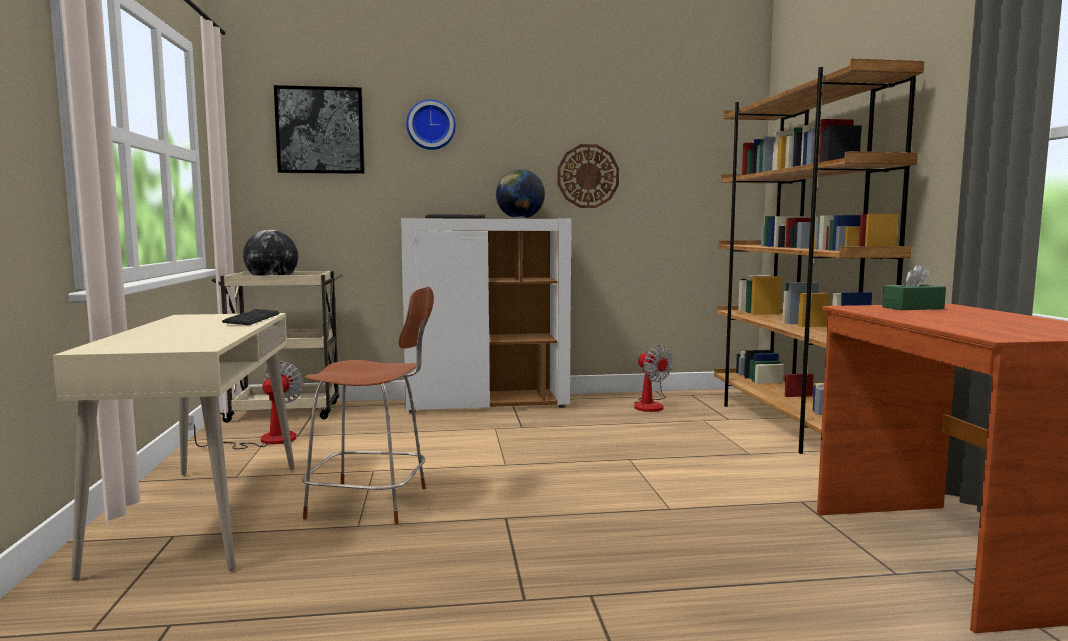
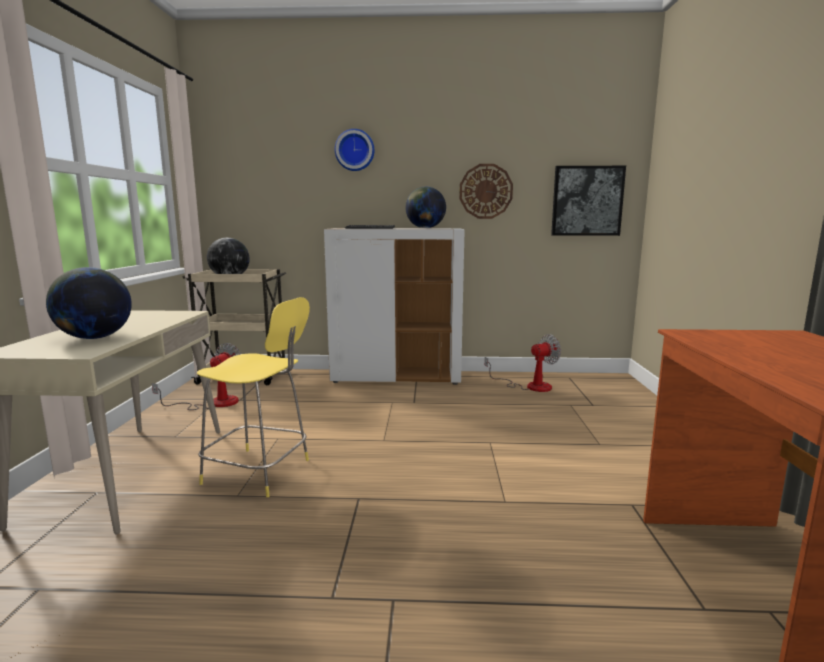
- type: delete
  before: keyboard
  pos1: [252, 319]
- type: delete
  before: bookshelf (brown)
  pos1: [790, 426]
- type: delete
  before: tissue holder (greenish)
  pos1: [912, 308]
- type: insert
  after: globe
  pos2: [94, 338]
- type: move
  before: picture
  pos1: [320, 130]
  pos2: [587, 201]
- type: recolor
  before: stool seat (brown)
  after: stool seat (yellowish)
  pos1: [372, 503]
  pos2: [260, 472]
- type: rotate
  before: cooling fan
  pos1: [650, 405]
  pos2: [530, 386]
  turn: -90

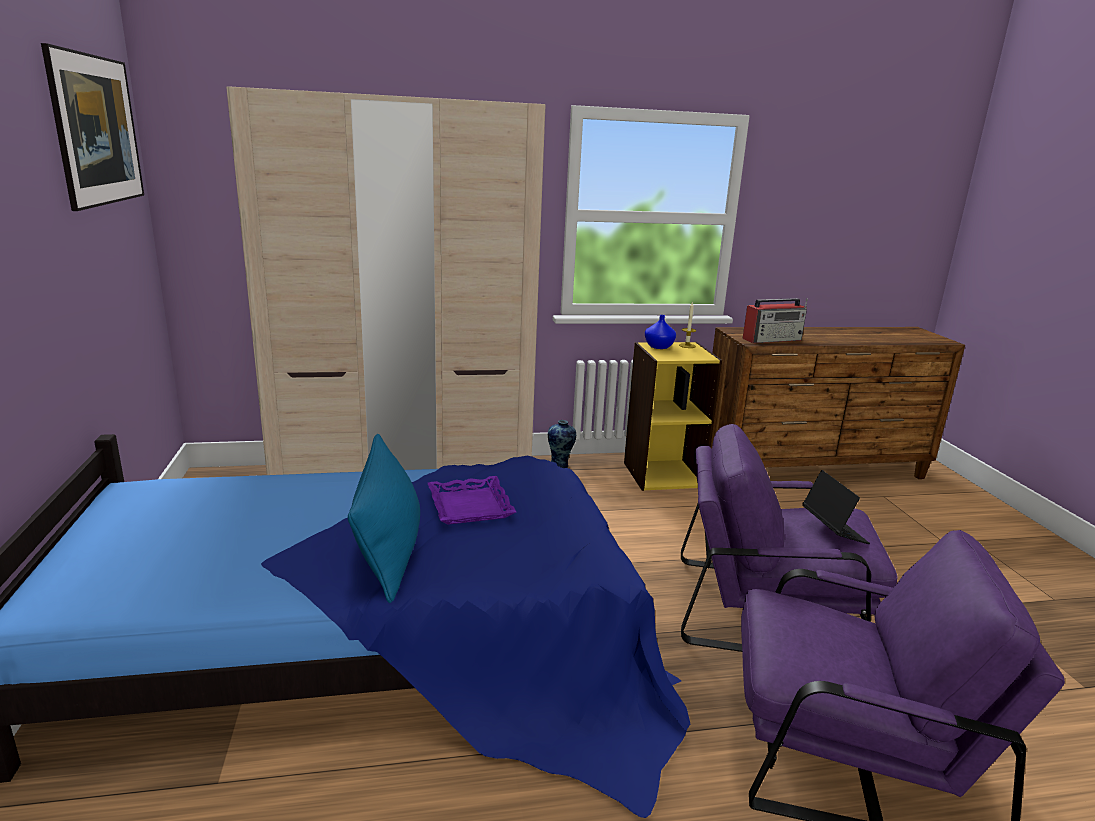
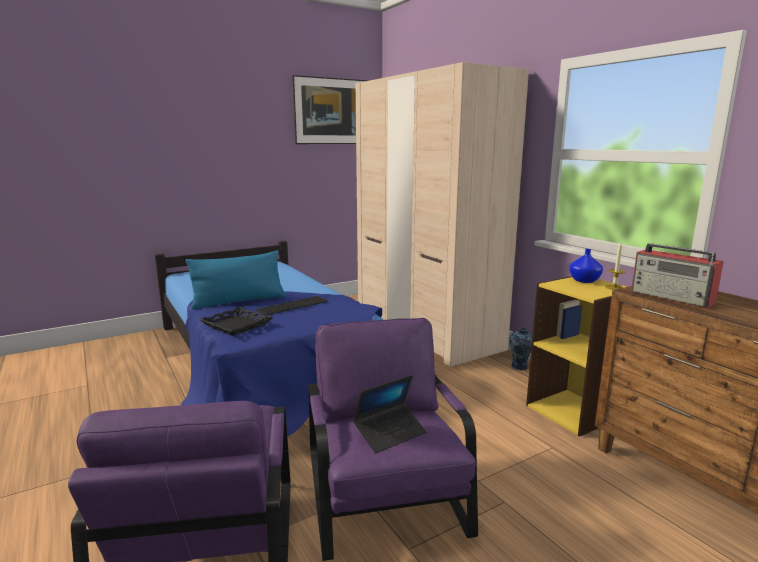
- type: insert
  after: tray (black)
  pos2: [236, 325]
- type: replace
  before: tray (purplish)
  after: keyboard
  pos1: [469, 506]
  pos2: [292, 305]

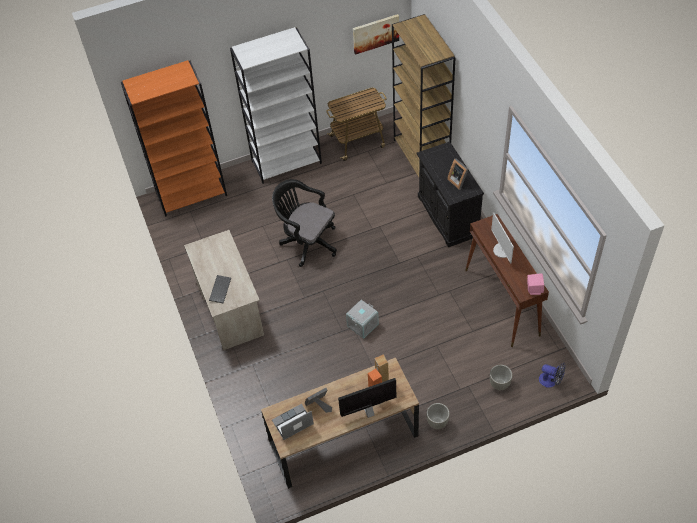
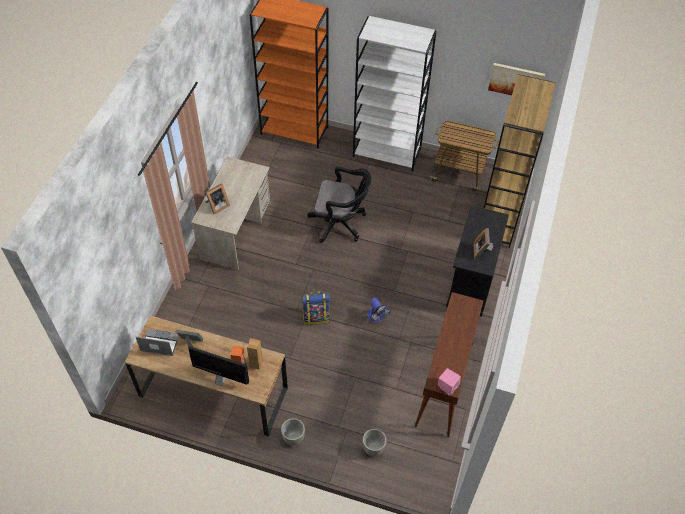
- type: delete
  before: computer screen
  pos1: [502, 250]
- type: move
  before: cooling fan
  pos1: [551, 381]
  pos2: [377, 317]
- type: replace
  before: keyboard
  after: photo frame
  pos1: [219, 289]
  pos2: [217, 206]
- type: replace
  before: storage bin (grey)
  after: rucksack
  pos1: [362, 324]
  pos2: [316, 317]
- type: rotate
  before: office chair (black)
  pos1: [307, 242]
  pos2: [340, 223]
  turn: 120

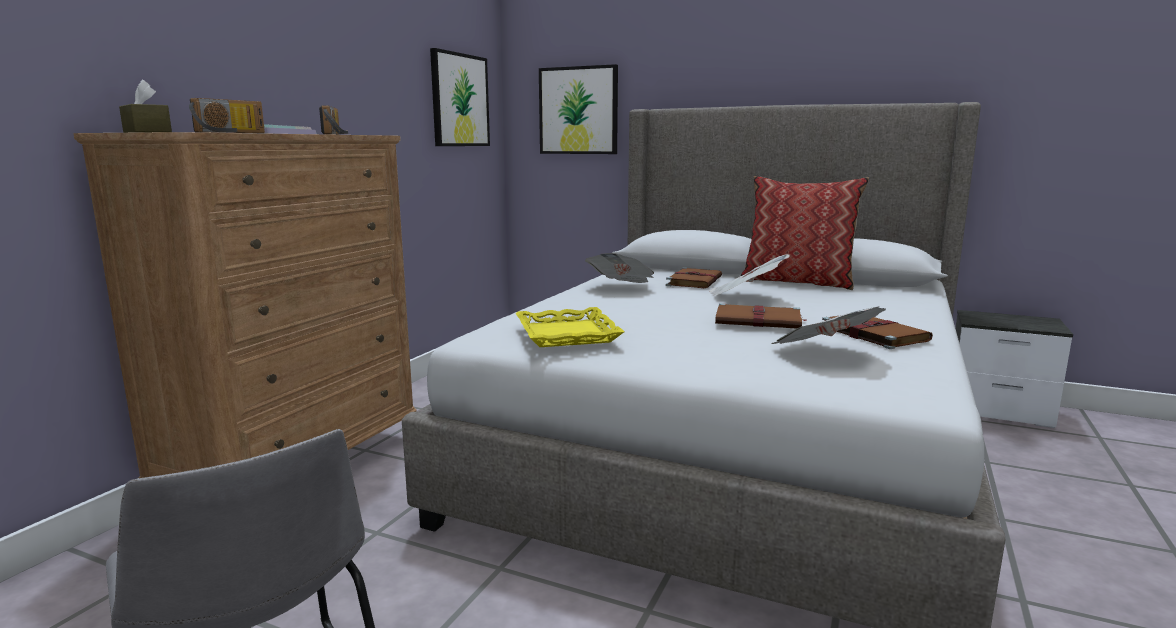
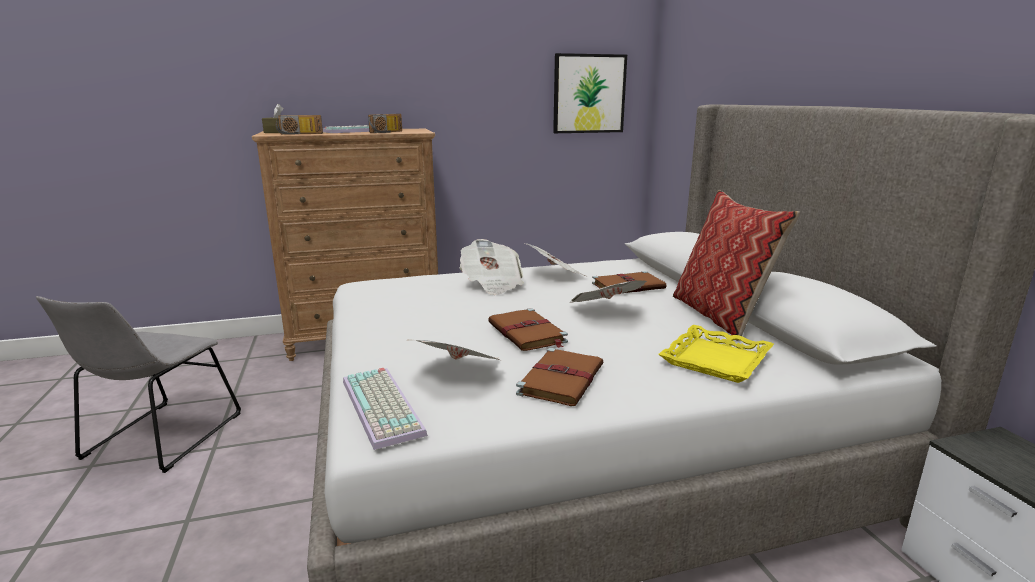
- type: delete
  before: picture
  pos1: [578, 111]
- type: insert
  after: keyboard
  pos2: [384, 407]
- type: insert
  after: newspaper
  pos2: [492, 284]
- type: move
  before: tray (yellowish)
  pos1: [568, 334]
  pos2: [716, 360]

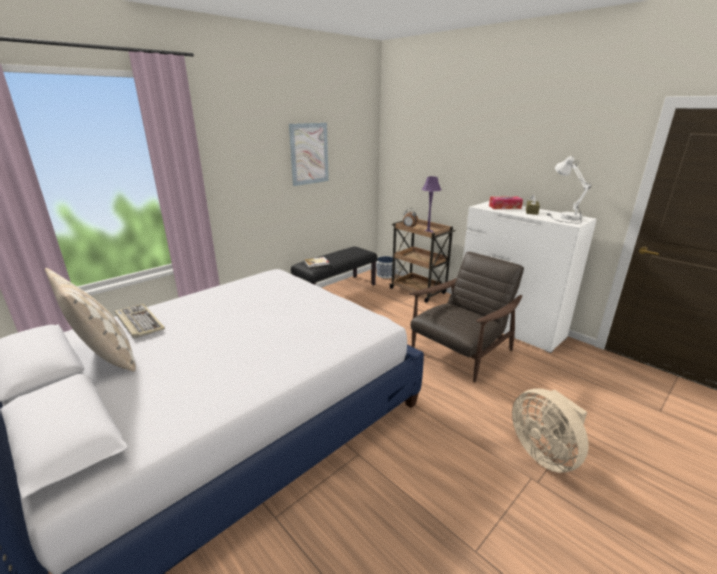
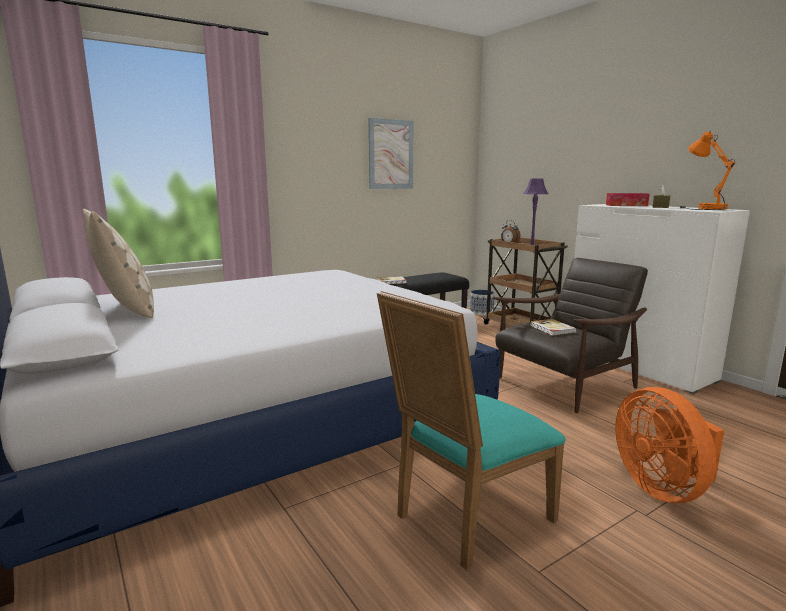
- type: delete
  before: keyboard
  pos1: [138, 322]
- type: insert
  after: upright chair (turquoise)
  pos2: [466, 518]
- type: insert
  after: book
  pos2: [552, 329]
- type: recolor
  before: cooling fan (sand-coloured)
  after: cooling fan (orange-coloured)
  pos1: [544, 453]
  pos2: [662, 488]
- type: recolor
  before: lamp for a table (white)
  after: lamp for a table (orange-coloured)
  pos1: [563, 218]
  pos2: [702, 209]

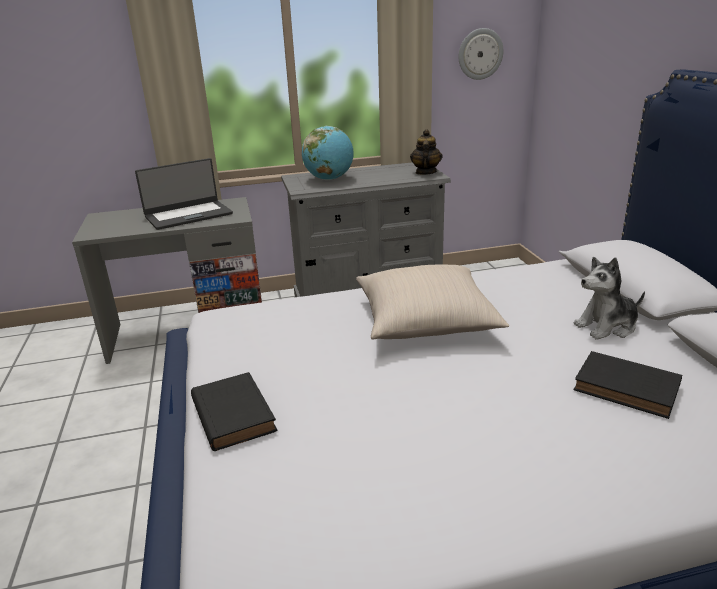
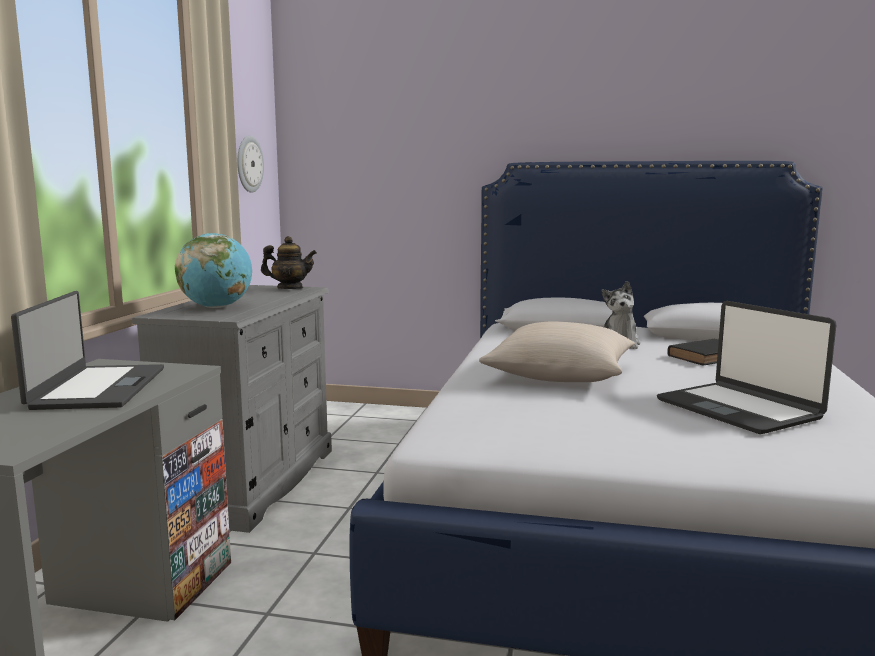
- type: delete
  before: book (black)
  pos1: [232, 413]
- type: insert
  after: portable computer
  pos2: [739, 409]
- type: rotate
  before: tea pot
  pos1: [425, 172]
  pos2: [290, 288]
  turn: 150

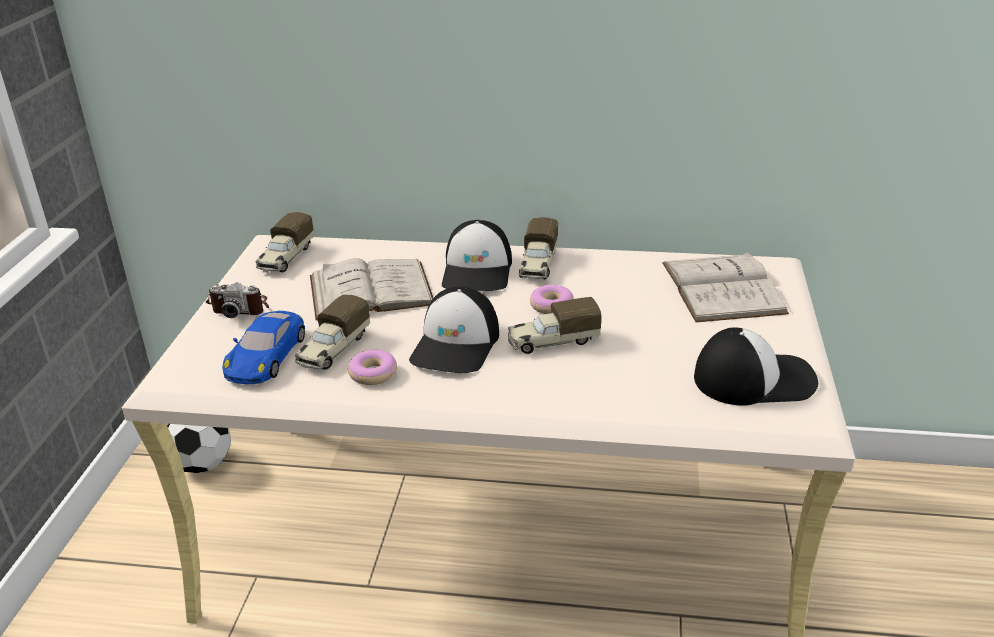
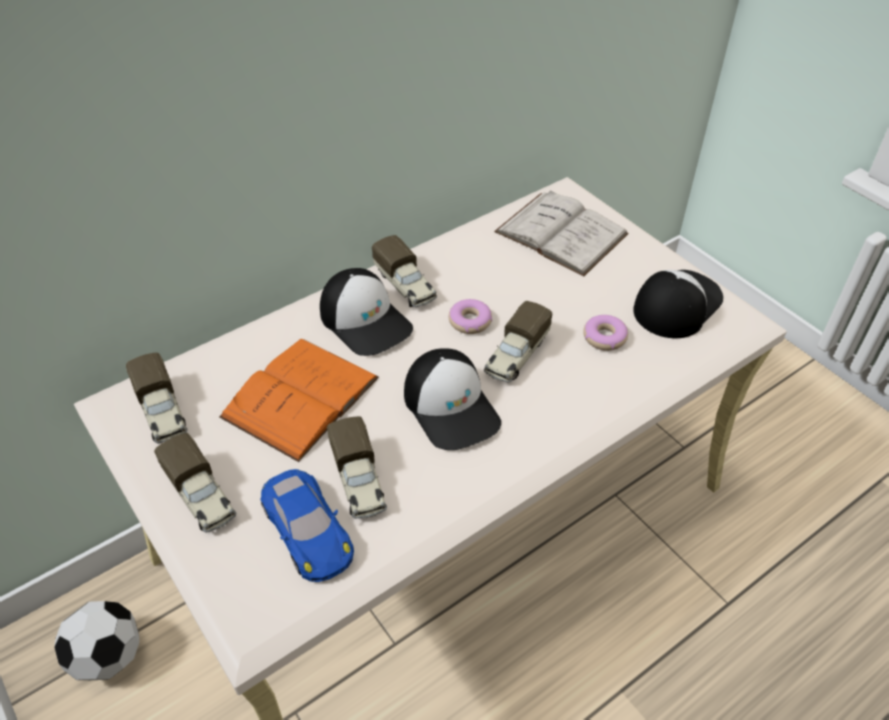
- type: move
  before: donut
  pos1: [373, 373]
  pos2: [604, 337]
- type: replace
  before: still camera
  after: toy truck
  pos1: [240, 307]
  pos2: [201, 496]
- type: recolor
  before: book (white)
  after: book (orange-coloured)
  pos1: [371, 290]
  pos2: [300, 397]

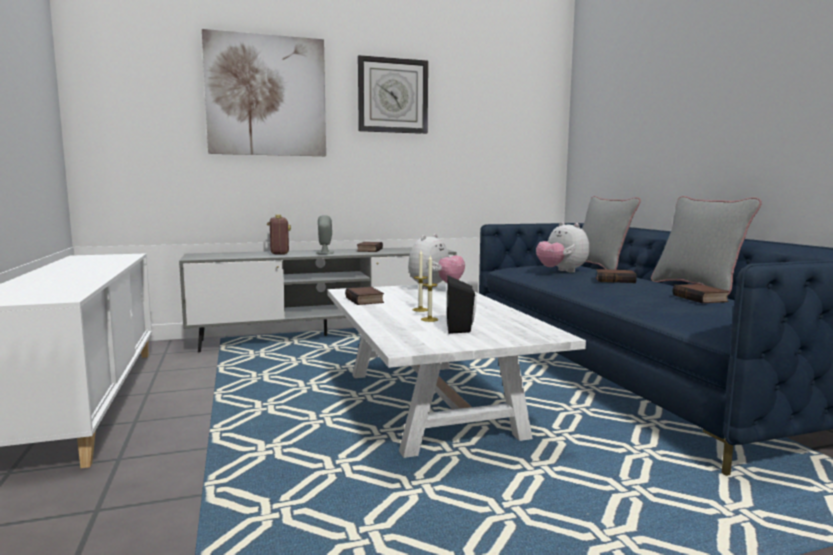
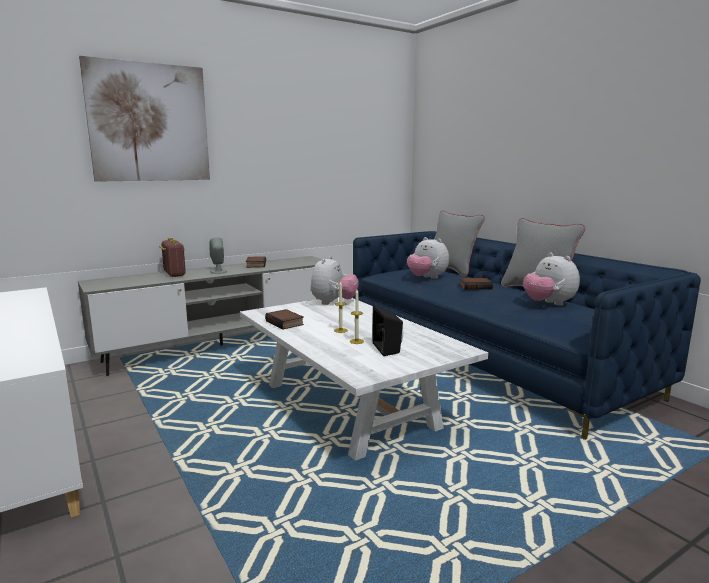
- type: delete
  before: hanging clock
  pos1: [393, 96]
- type: replace
  before: book
  after: plush toy
  pos1: [701, 298]
  pos2: [548, 304]

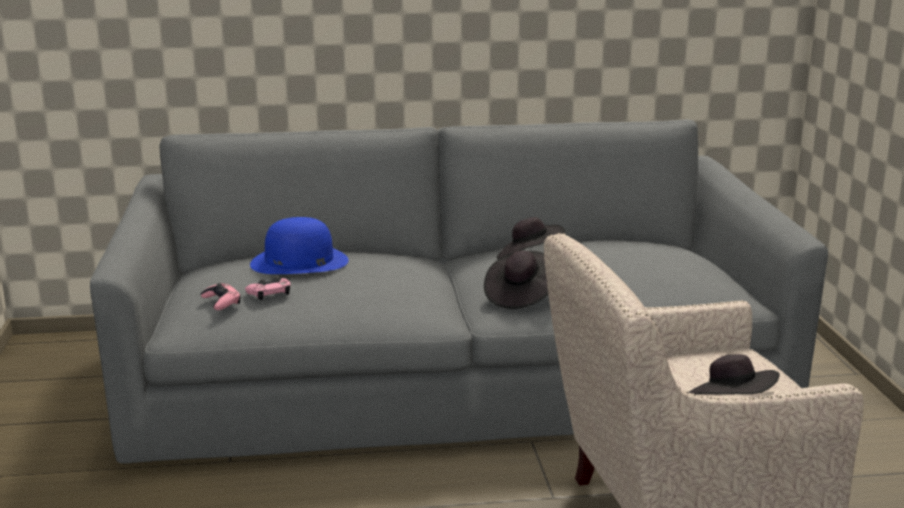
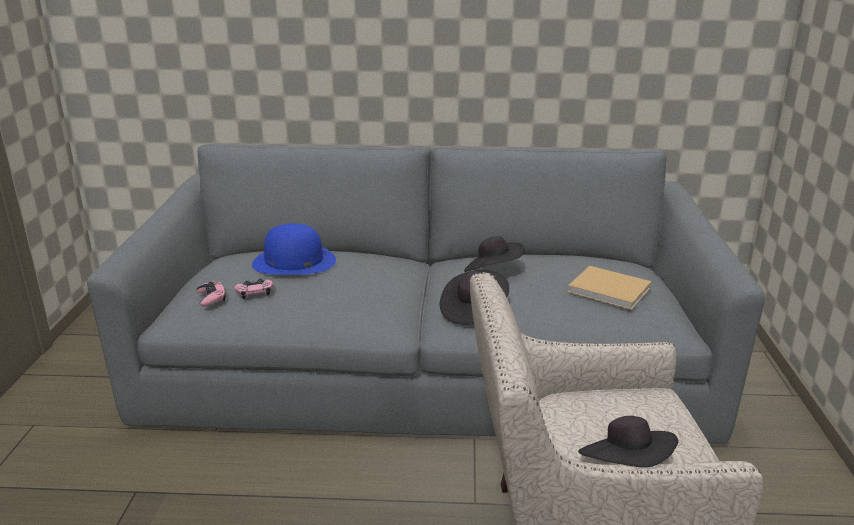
- type: insert
  after: book (sand-coloured)
  pos2: [611, 291]

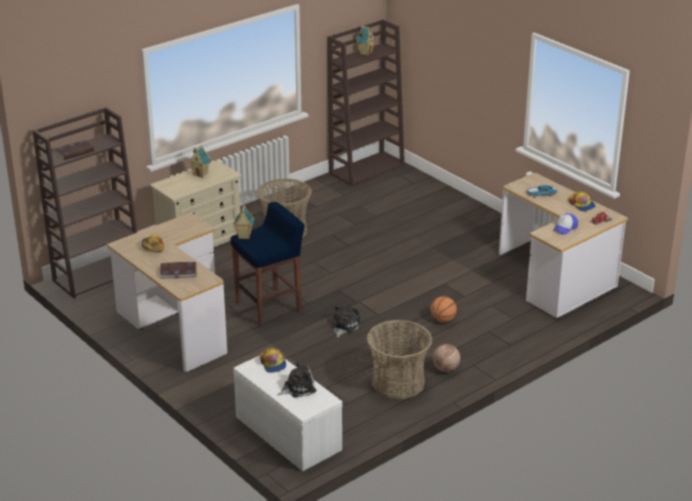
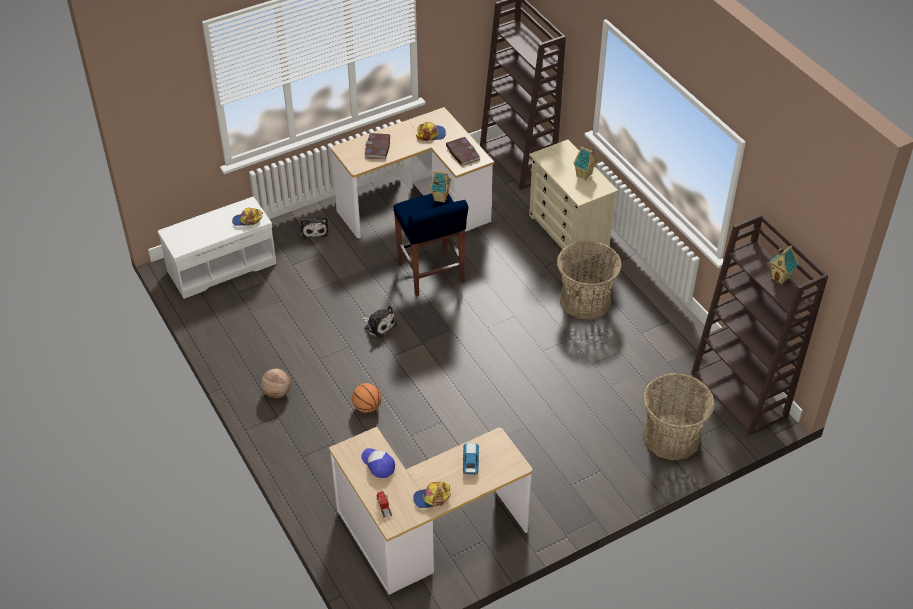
- type: move
  before: book
  pos1: [74, 152]
  pos2: [462, 153]
- type: move
  before: plush toy
  pos1: [298, 388]
  pos2: [314, 230]
- type: move
  before: storage basket
  pos1: [398, 383]
  pos2: [671, 437]

